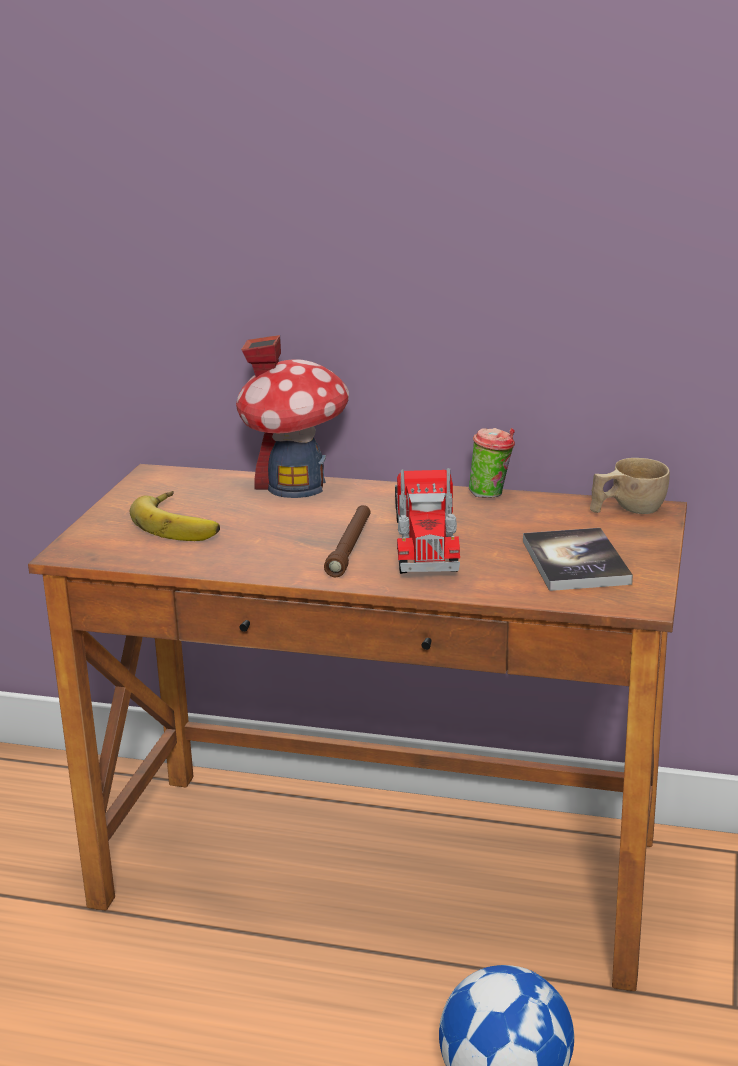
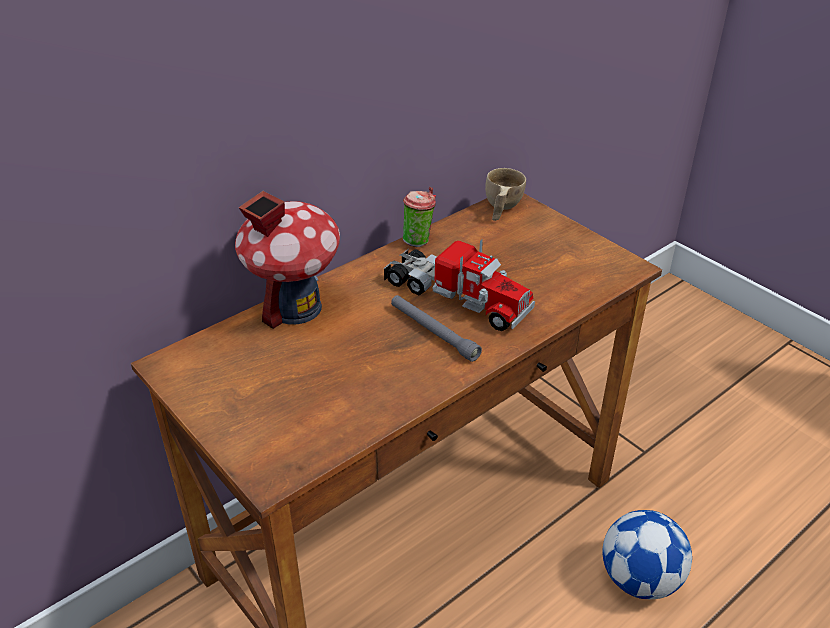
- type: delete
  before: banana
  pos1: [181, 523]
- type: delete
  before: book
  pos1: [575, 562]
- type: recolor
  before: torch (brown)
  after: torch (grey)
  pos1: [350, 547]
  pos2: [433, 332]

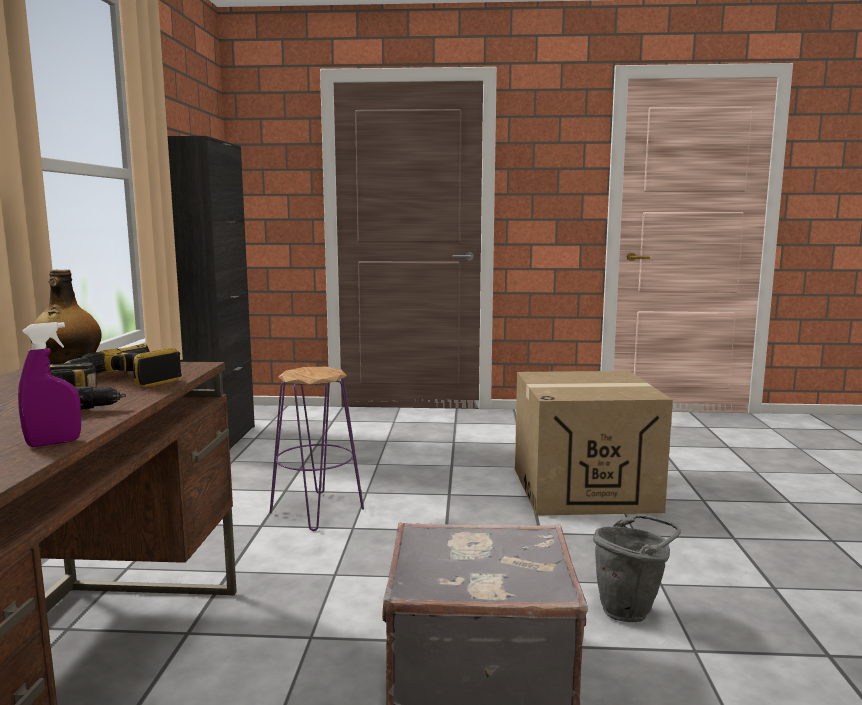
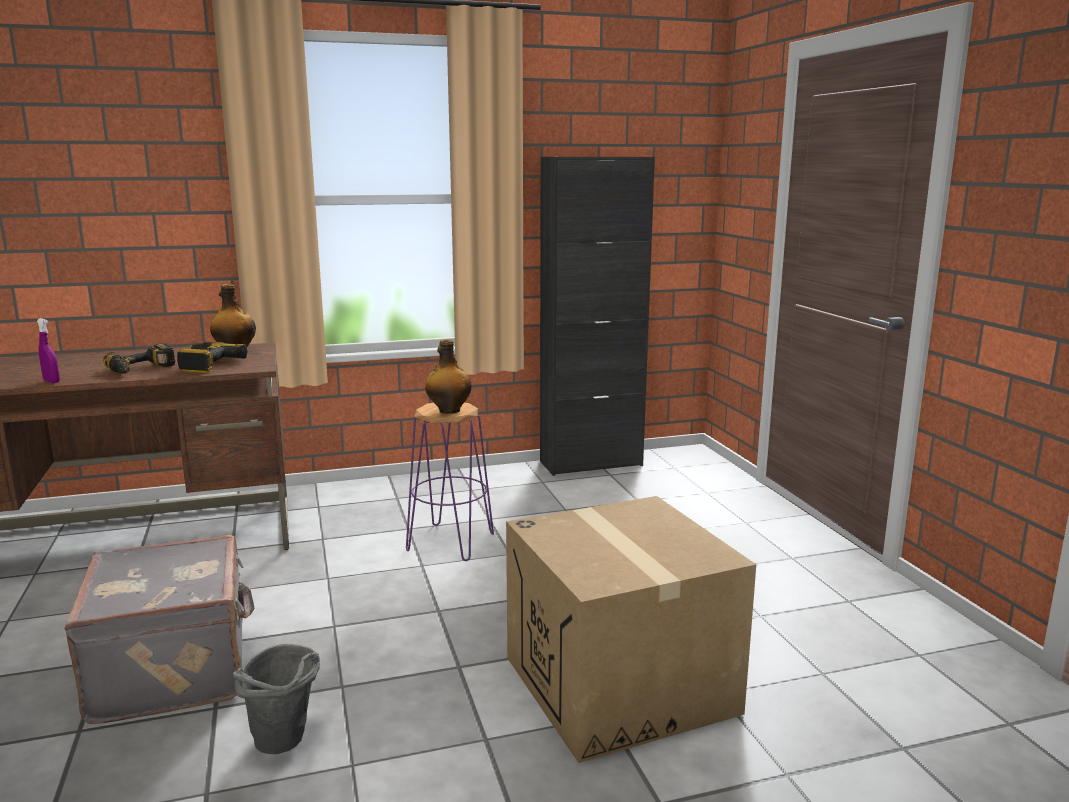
- type: insert
  after: beverage bottle
  pos2: [448, 411]

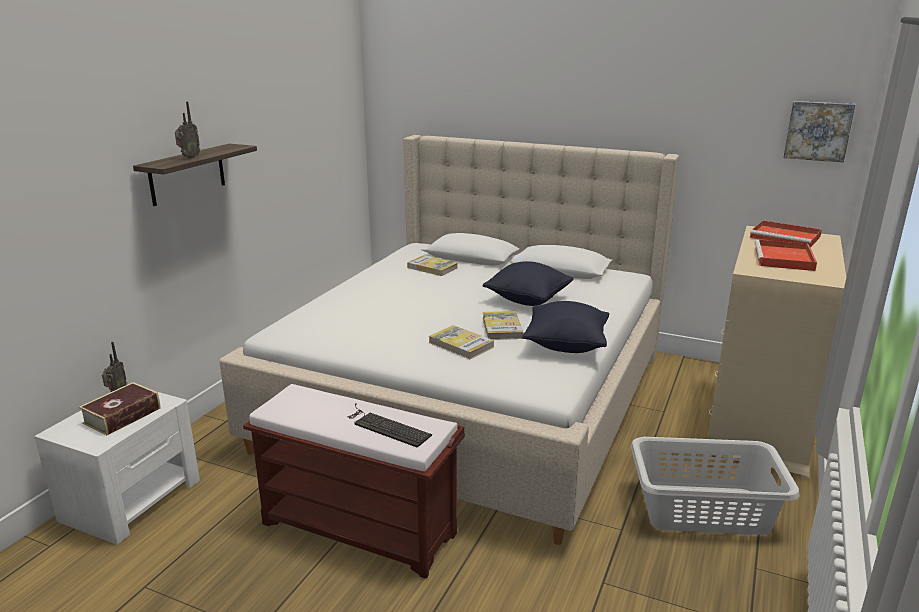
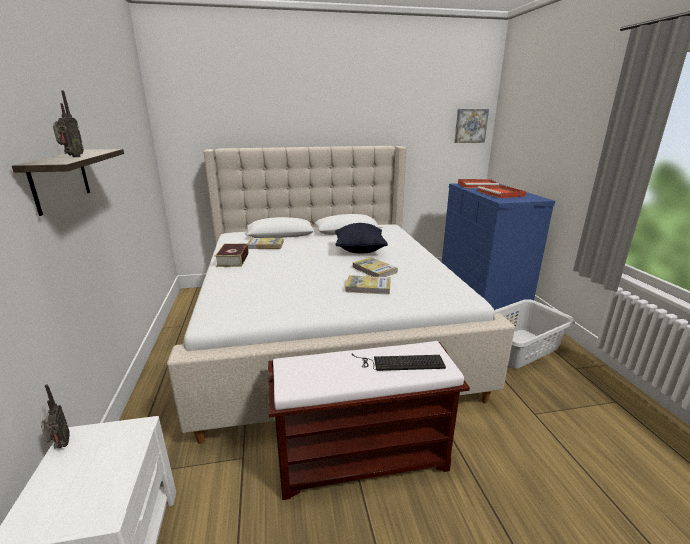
- type: delete
  before: throw pillow (black)
  pos1: [566, 345]
- type: move
  before: book
  pos1: [122, 416]
  pos2: [233, 260]
- type: recolor
  before: chest of drawers (sand-coloured)
  after: chest of drawers (blue-coloured)
  pos1: [760, 424]
  pos2: [482, 294]

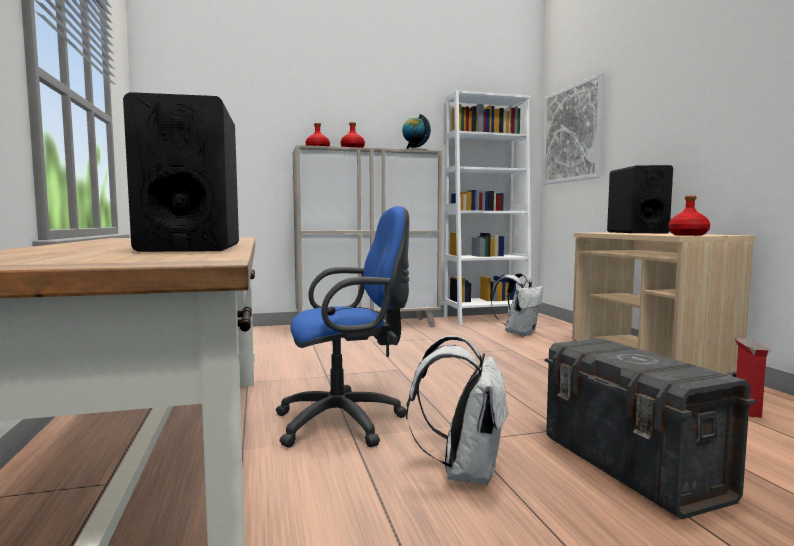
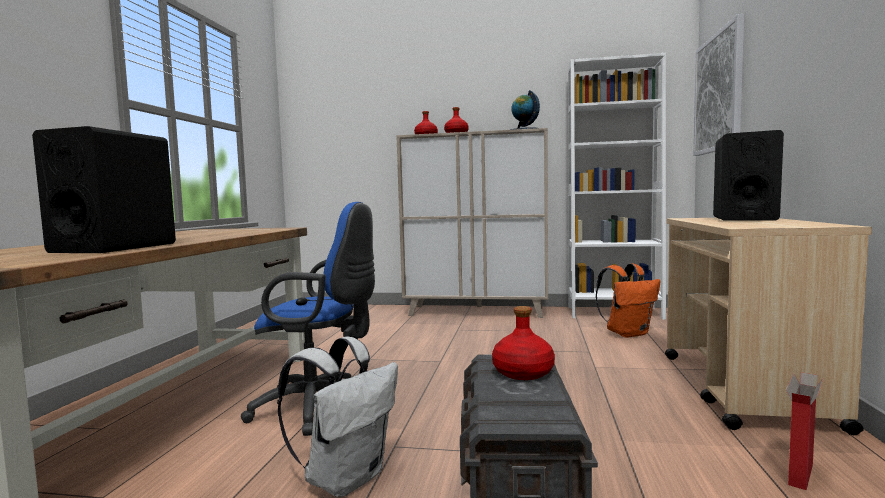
- type: move
  before: beverage bottle (red)
  pos1: [688, 235]
  pos2: [524, 373]
- type: recolor
  before: rucksack (white)
  after: rucksack (orange-coloured)
  pos1: [519, 333]
  pos2: [627, 333]

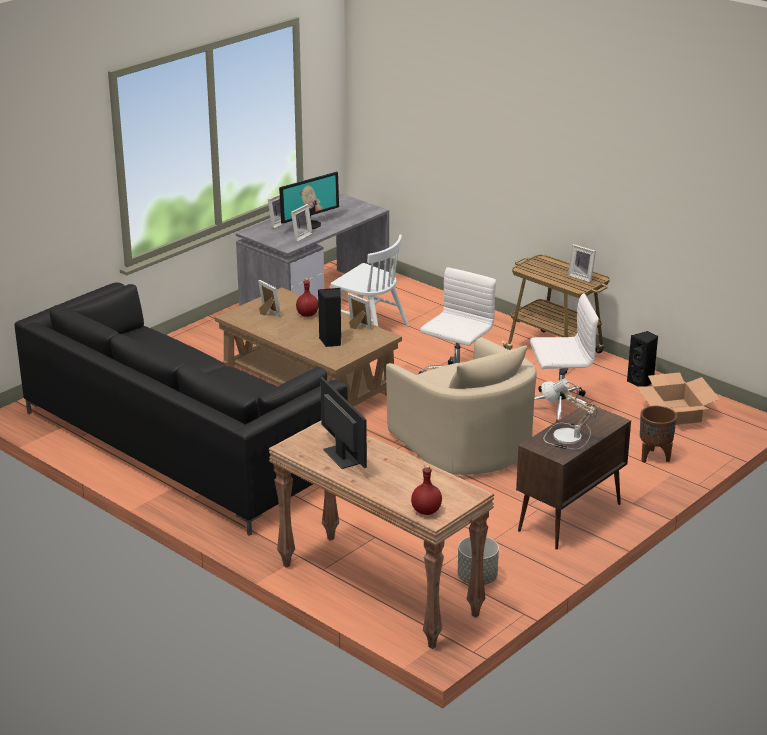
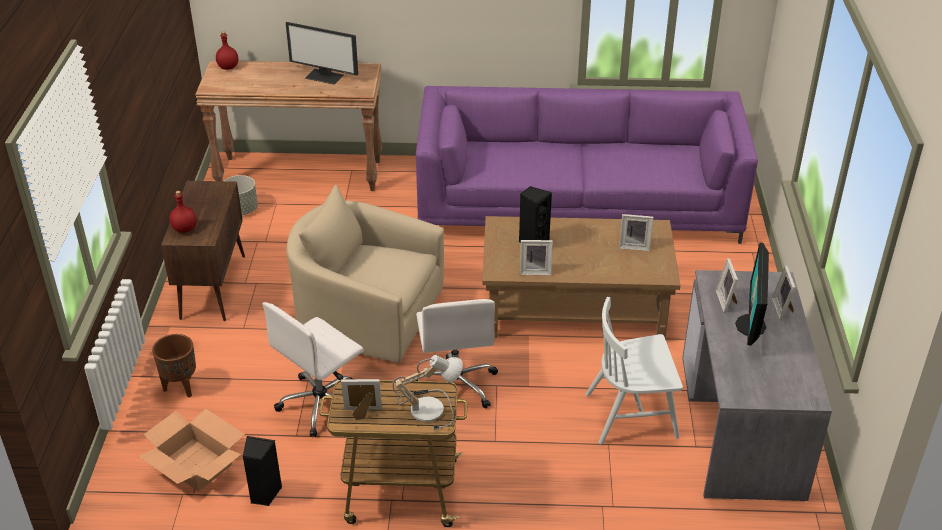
- type: move
  before: beverage bottle (red)
  pos1: [307, 314]
  pos2: [185, 229]
- type: move
  before: lamp for a table
  pos1: [564, 437]
  pos2: [428, 407]
- type: recolor
  before: settee (black)
  after: settee (purplish)
  pos1: [181, 444]
  pos2: [578, 204]

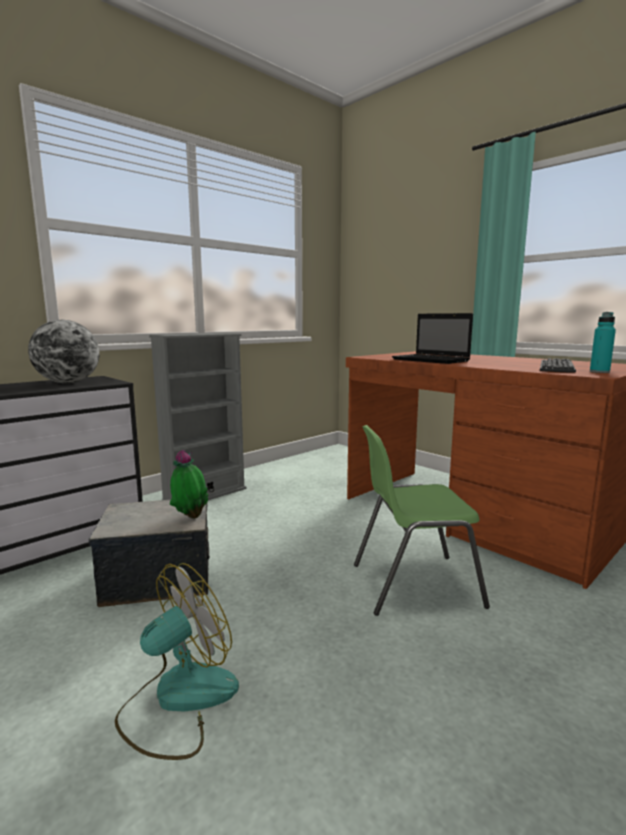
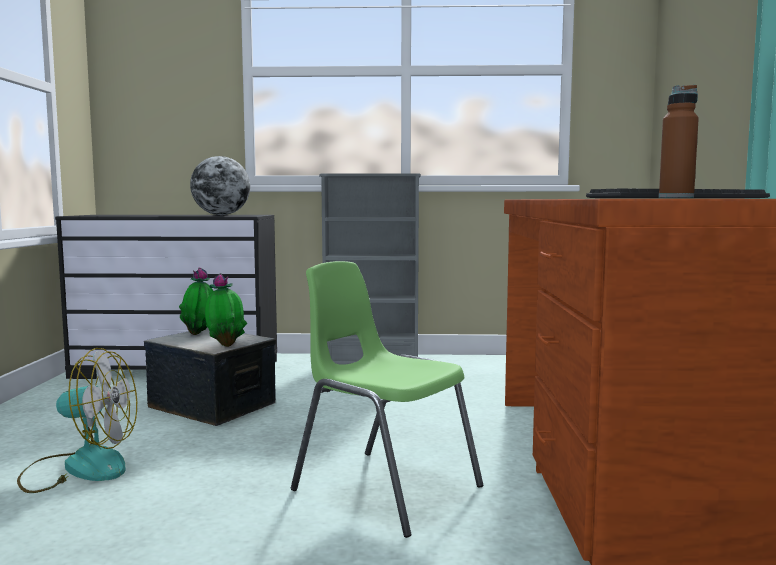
- type: delete
  before: portable computer
  pos1: [432, 360]
- type: insert
  after: plant in a pot
  pos2: [200, 334]
- type: recolor
  before: beverage bottle (turquoise)
  after: beverage bottle (brown)
  pos1: [599, 372]
  pos2: [676, 198]

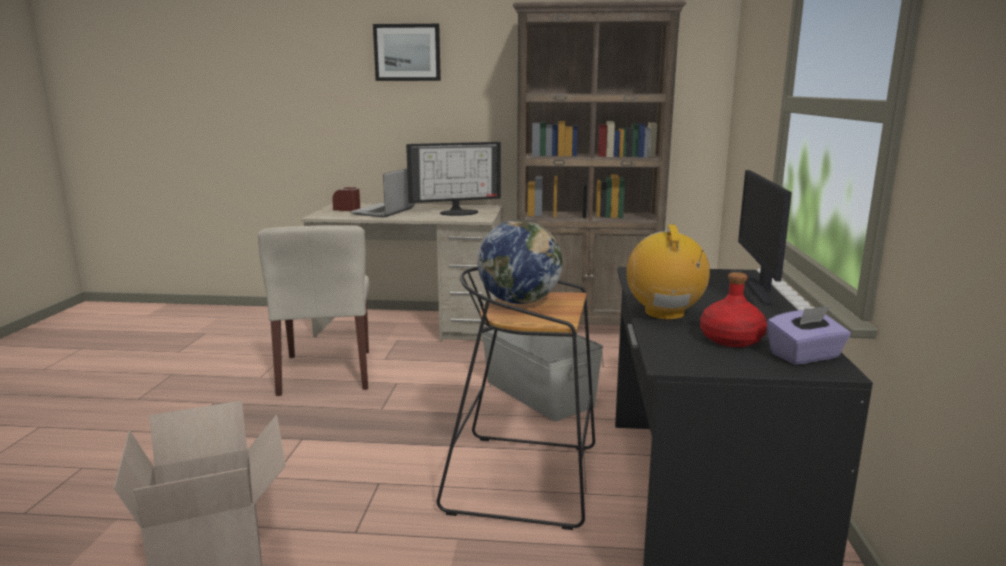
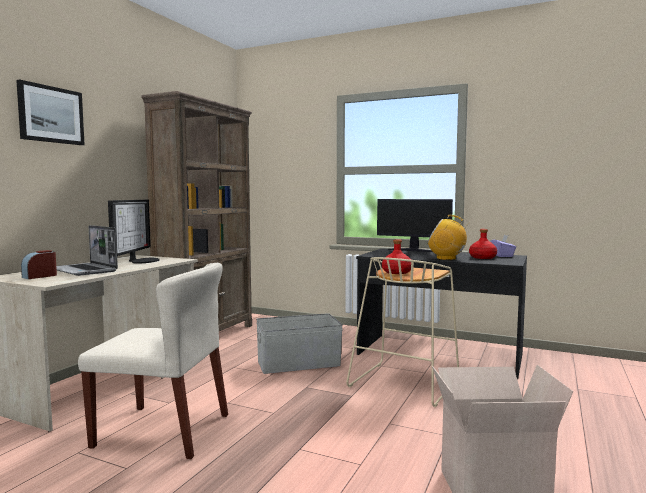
- type: replace
  before: globe
  after: beverage bottle (red)
  pos1: [519, 301]
  pos2: [396, 272]
- type: recolor
  before: stool seat (black)
  after: stool seat (sand-coloured)
  pos1: [526, 478]
  pos2: [404, 382]

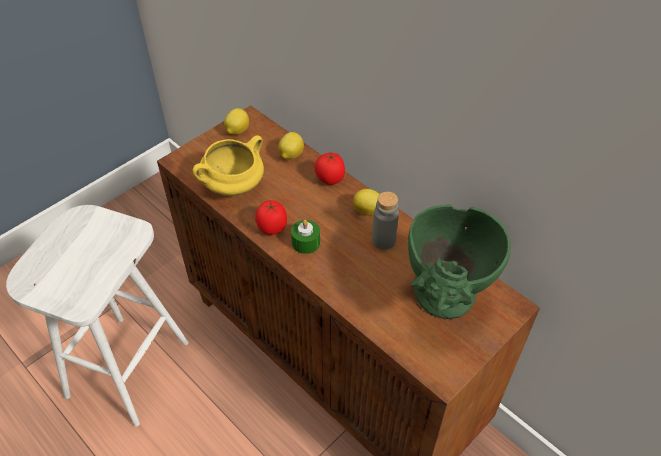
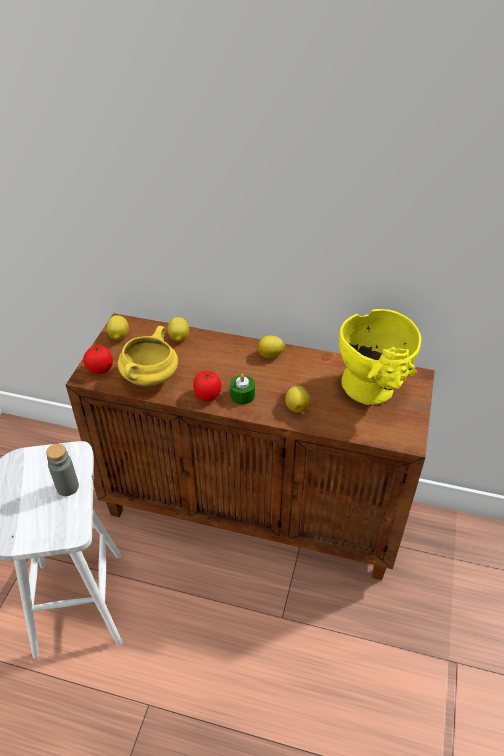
- type: insert
  after: lemon
  pos2: [297, 406]
- type: move
  before: whole tomato
  pos1: [330, 179]
  pos2: [100, 370]
- type: move
  before: beverage bottle (grey)
  pos1: [383, 240]
  pos2: [67, 487]
- type: recolor
  before: flower vase (greenish)
  after: flower vase (yellowish)
  pos1: [444, 302]
  pos2: [372, 393]

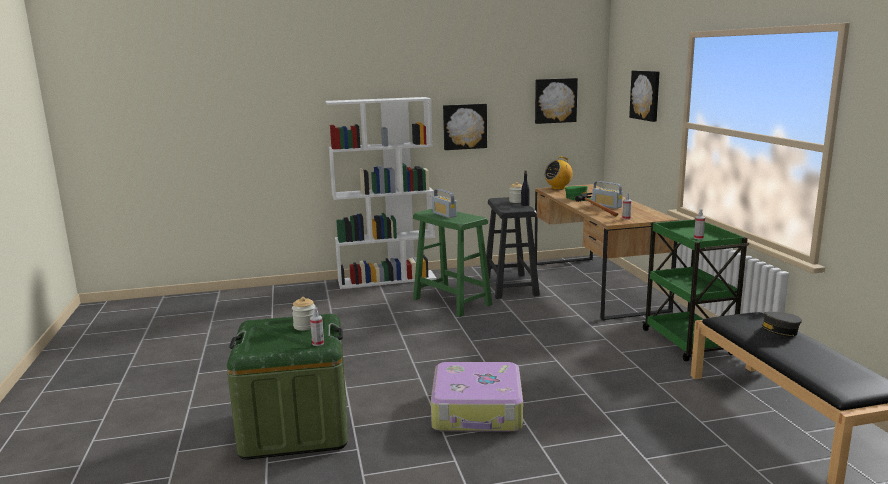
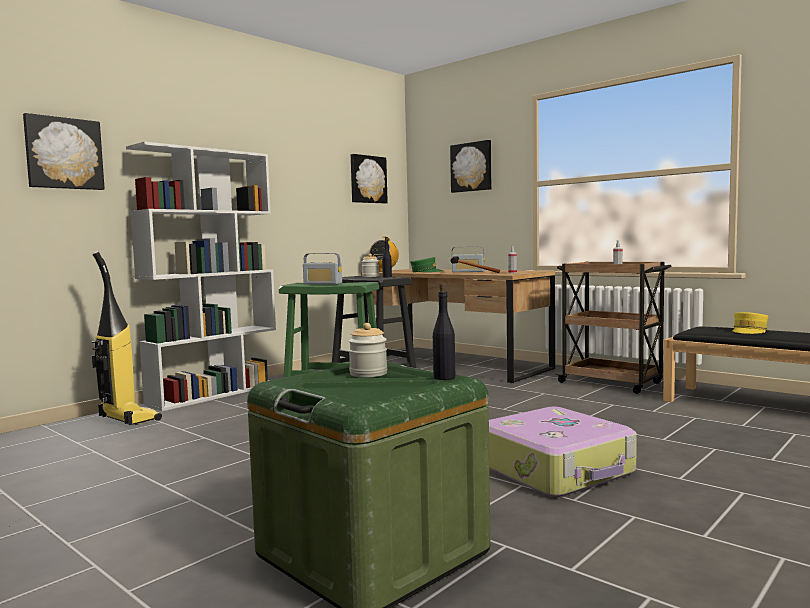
- type: insert
  after: vacuum cleaner
  pos2: [128, 419]
- type: move
  before: picture
  pos1: [464, 126]
  pos2: [64, 153]
- type: replace
  before: spray bottle
  after: beverage bottle (black)
  pos1: [318, 343]
  pos2: [444, 377]
- type: recolor
  before: cart (greenish)
  after: cart (brown)
  pos1: [688, 343]
  pos2: [612, 383]
- type: recolor
  before: baseball cap (grey)
  after: baseball cap (yellowish)
  pos1: [776, 333]
  pos2: [749, 331]

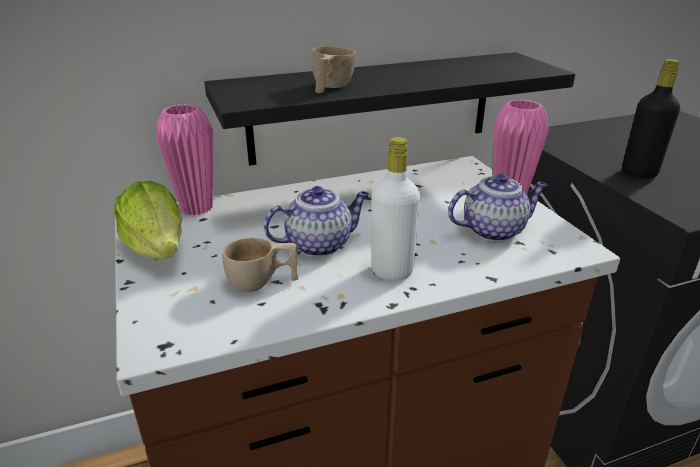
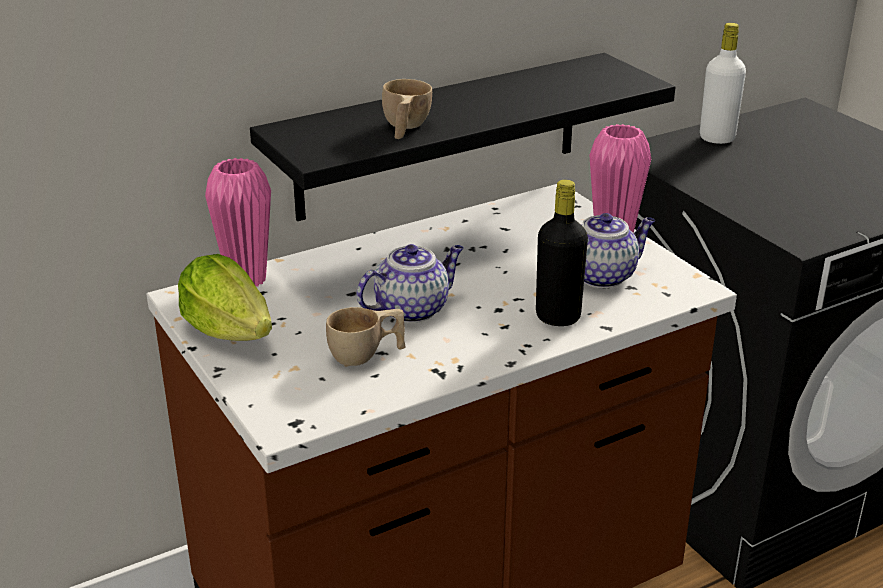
- type: move
  before: beverage bottle (white)
  pos1: [392, 271]
  pos2: [717, 138]
- type: move
  before: beverage bottle (black)
  pos1: [639, 173]
  pos2: [558, 317]

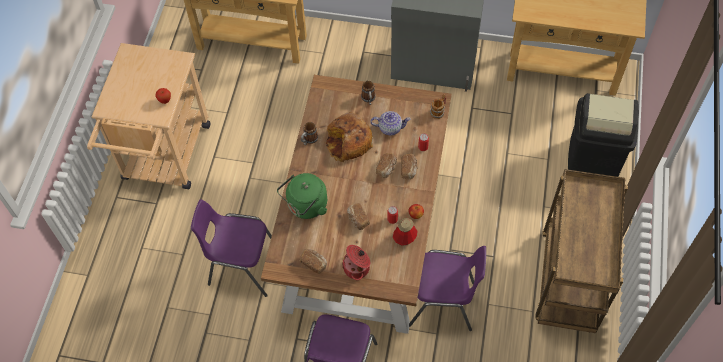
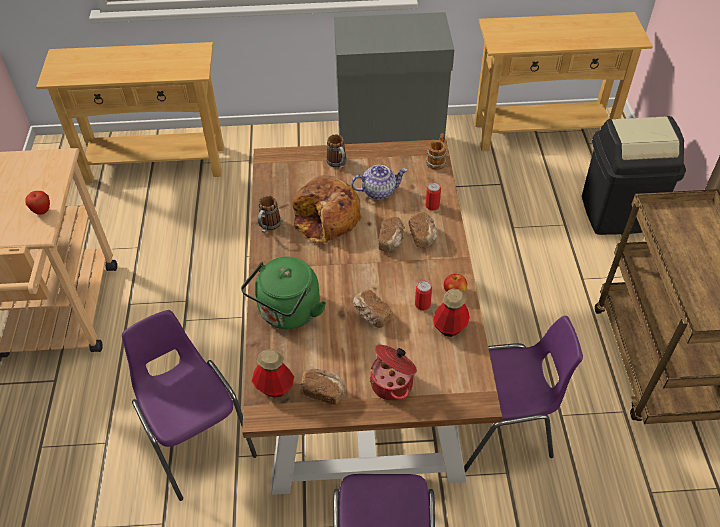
- type: insert
  after: beverage bottle
  pos2: [274, 387]
- type: rotate
  before: upright chair (purplish)
  pos1: [241, 266]
  pos2: [198, 440]
  turn: 60

